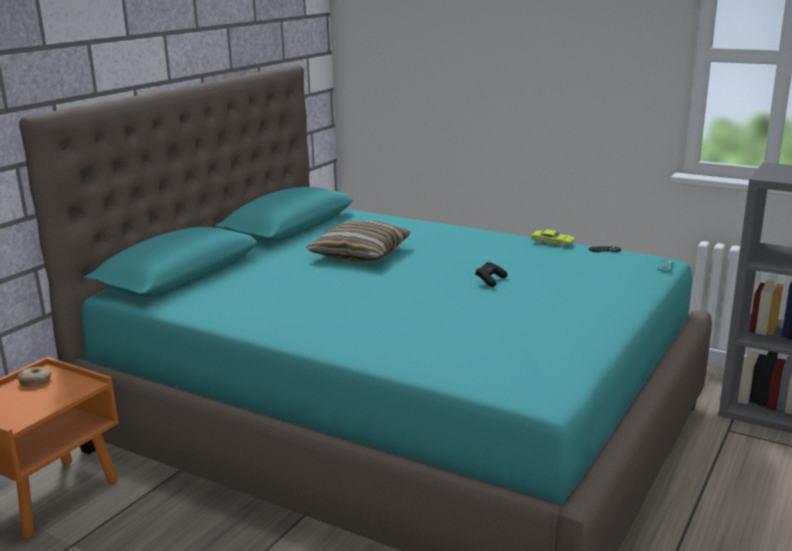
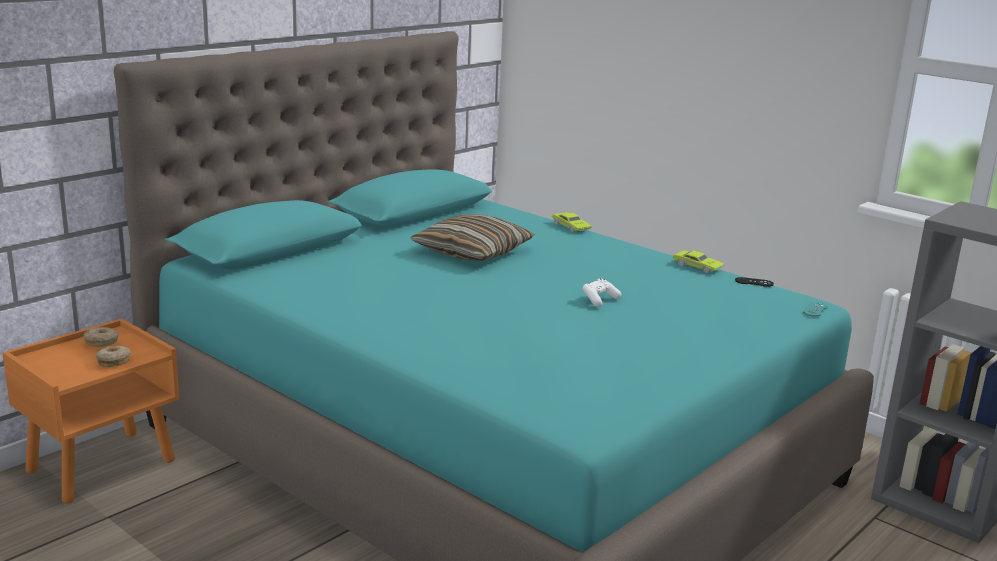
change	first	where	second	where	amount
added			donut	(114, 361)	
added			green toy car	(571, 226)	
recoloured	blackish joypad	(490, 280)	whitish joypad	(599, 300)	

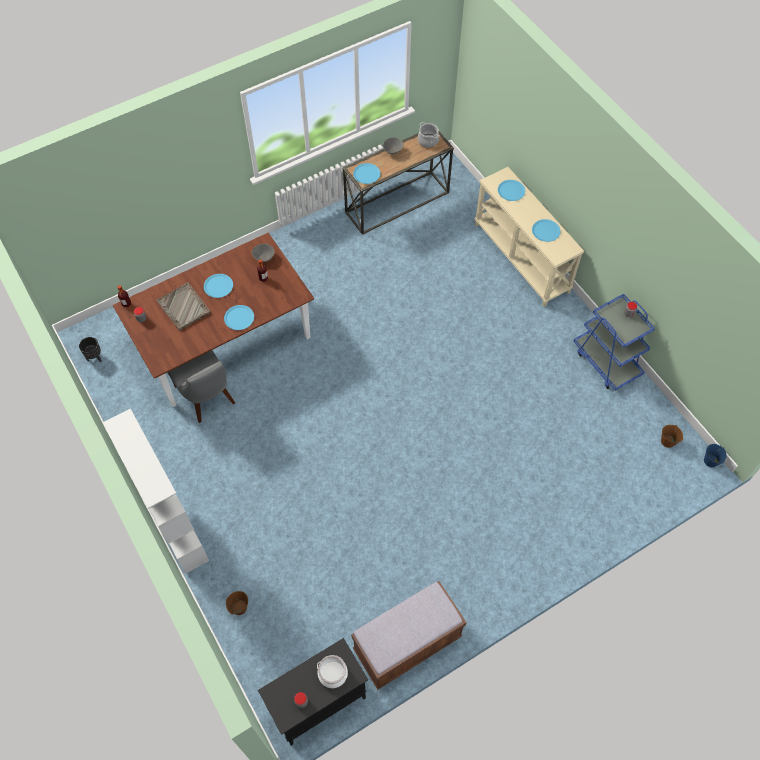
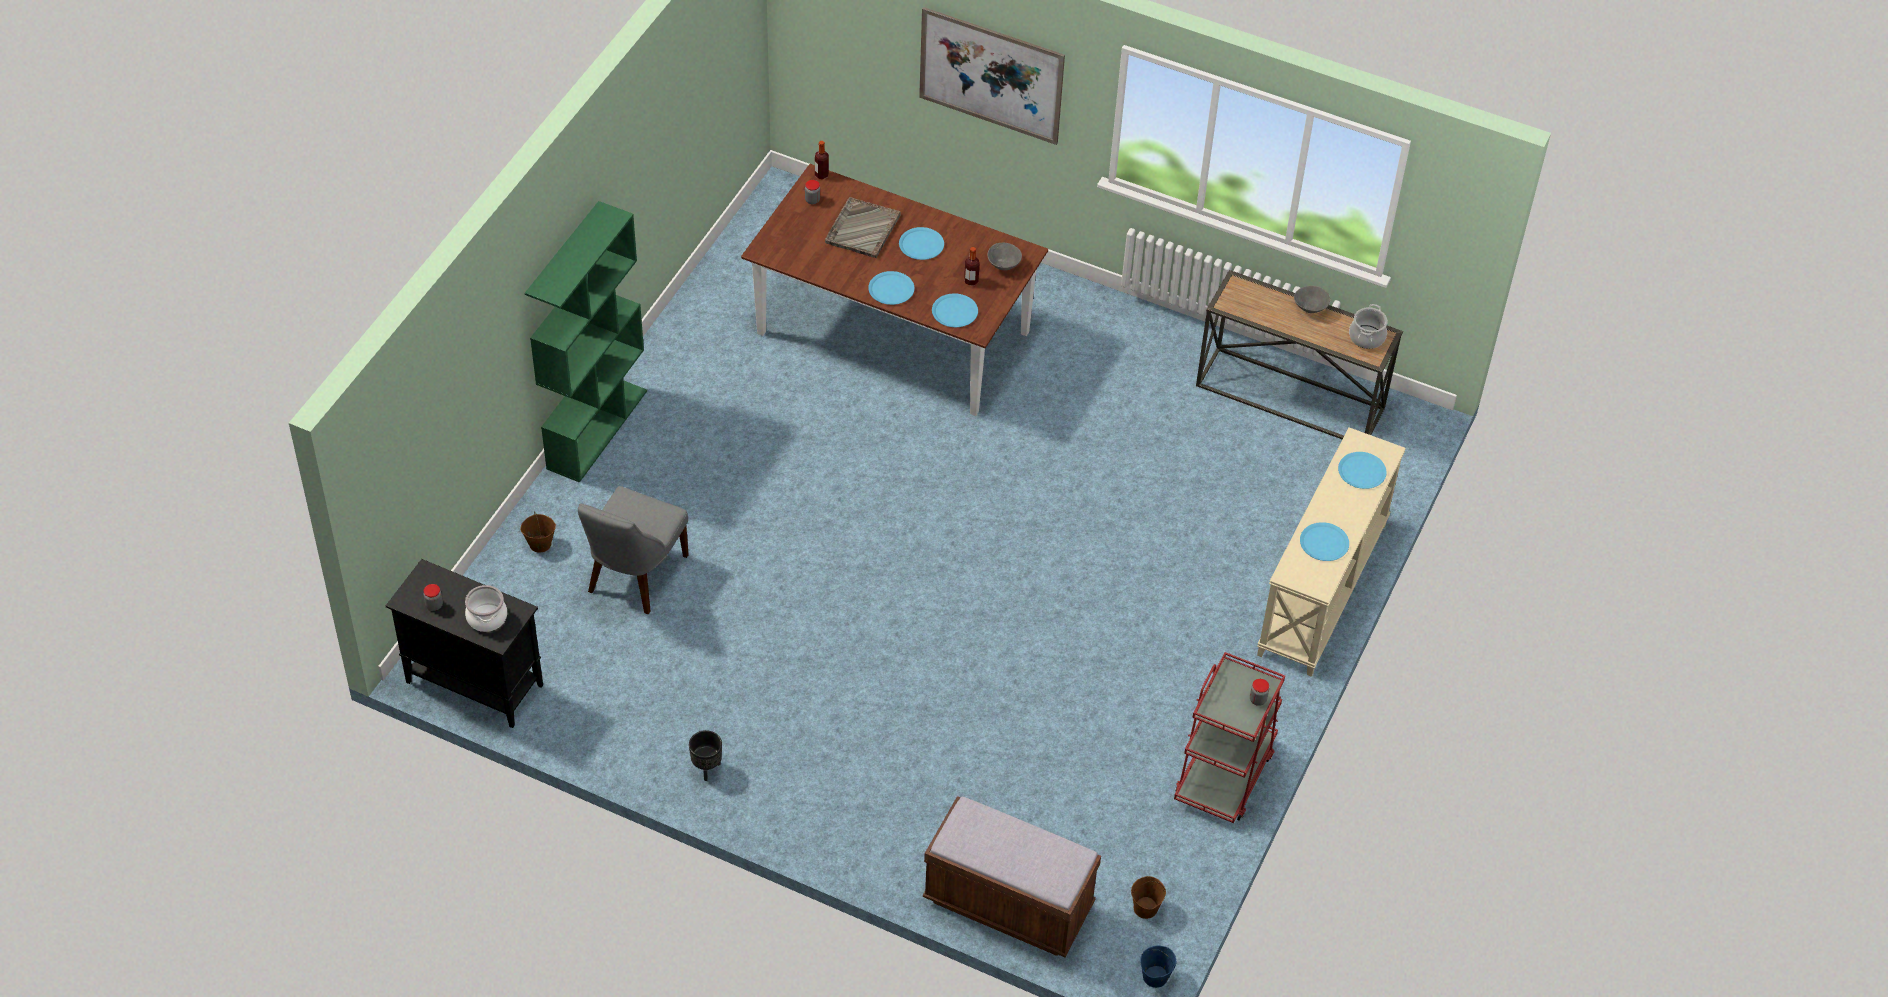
change	first	where	second	where	amount
recoloured	whitish bookshelf	(176, 529)	green bookshelf	(597, 429)	
moved	grey plain chair	(206, 397)		(634, 577)	
moved	blackish plant pot	(95, 357)		(706, 769)	
added			picture	(991, 75)	
moved	brown long seat	(407, 643)		(1008, 904)	
moved	blue plate	(366, 174)		(954, 311)	
recoloured	blue cart	(606, 361)	red-coloured cart	(1224, 774)	

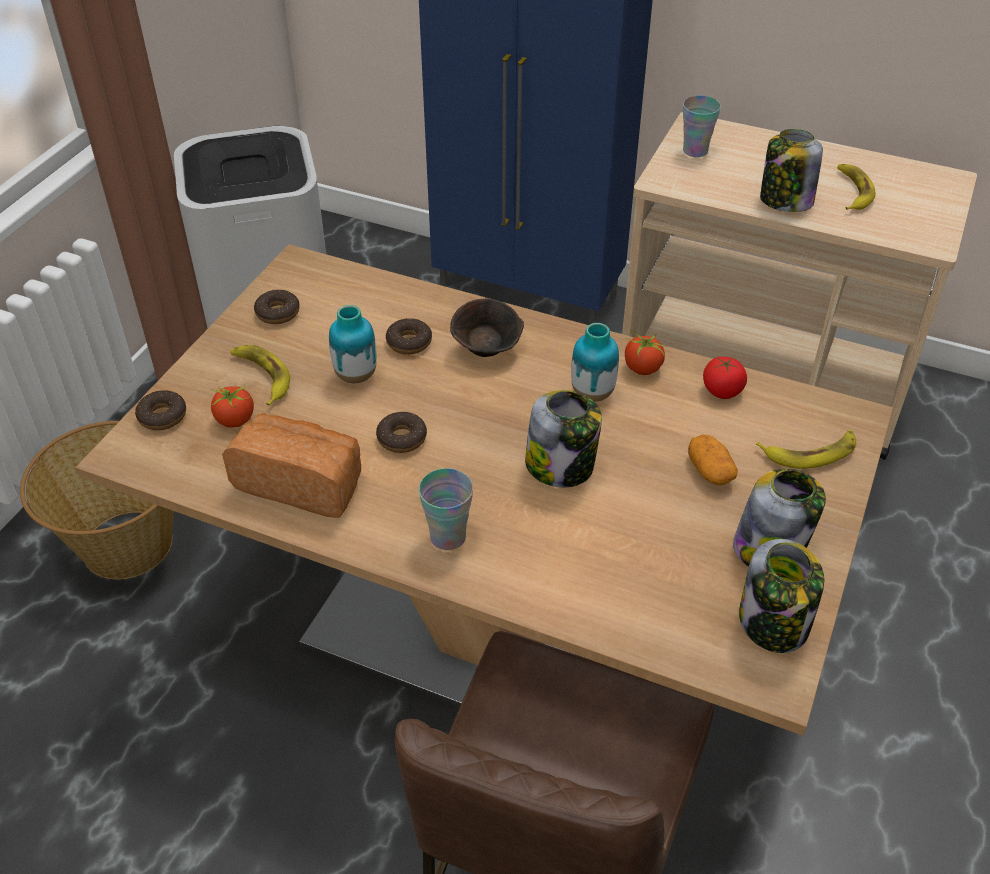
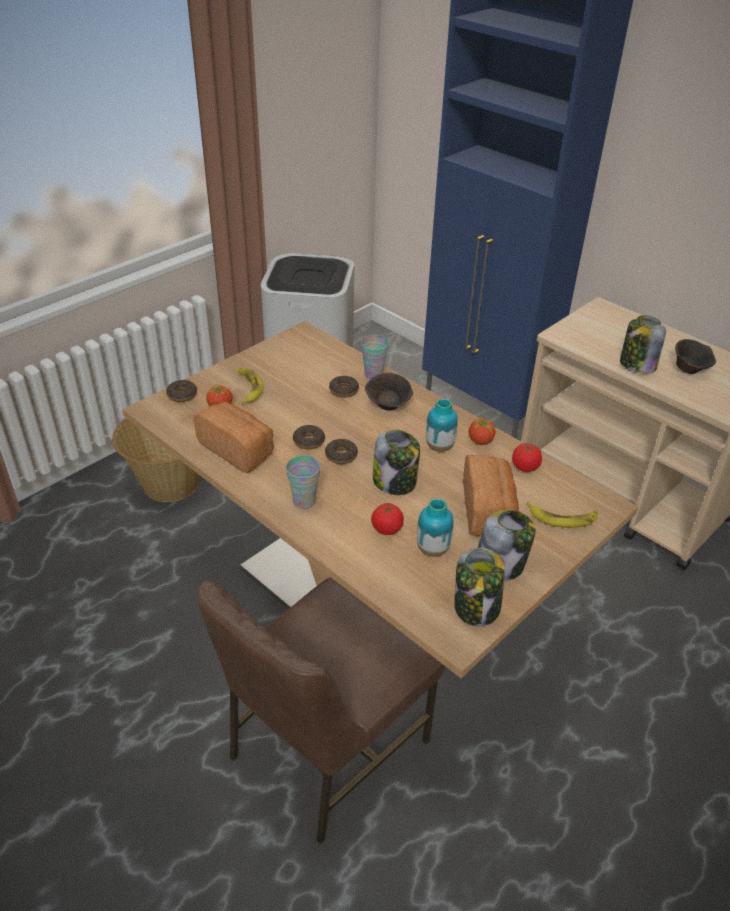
change	first	where	second	where	amount
moved	donut	(277, 313)		(341, 455)	
moved	drinking cup	(695, 151)		(373, 374)	
added			fresh tomato	(387, 528)	
moved	vase	(356, 375)		(432, 549)	
replaced	whole potato	(710, 471)	bread	(488, 510)	
replaced	whole banana	(852, 191)	brown deep dish	(689, 369)	

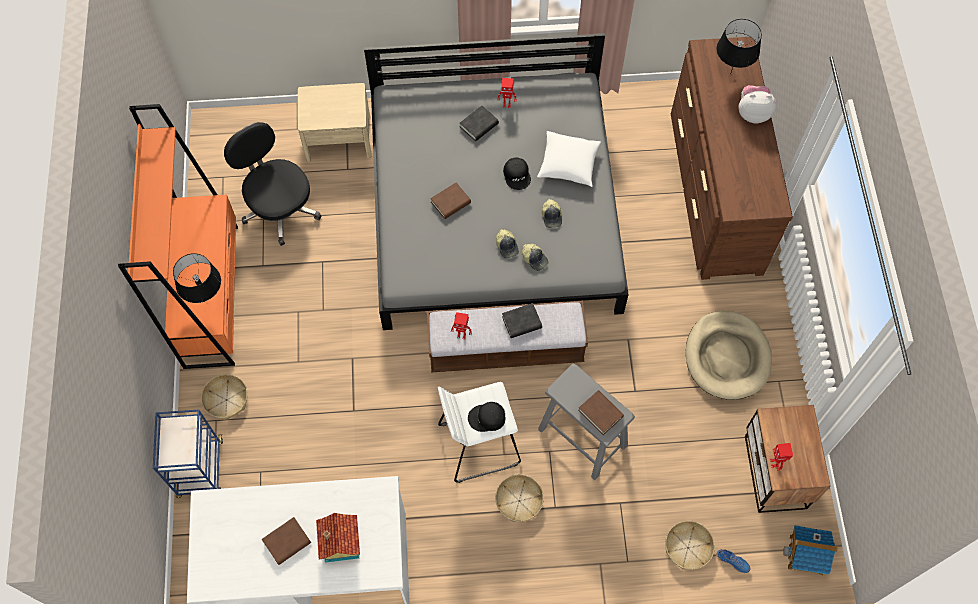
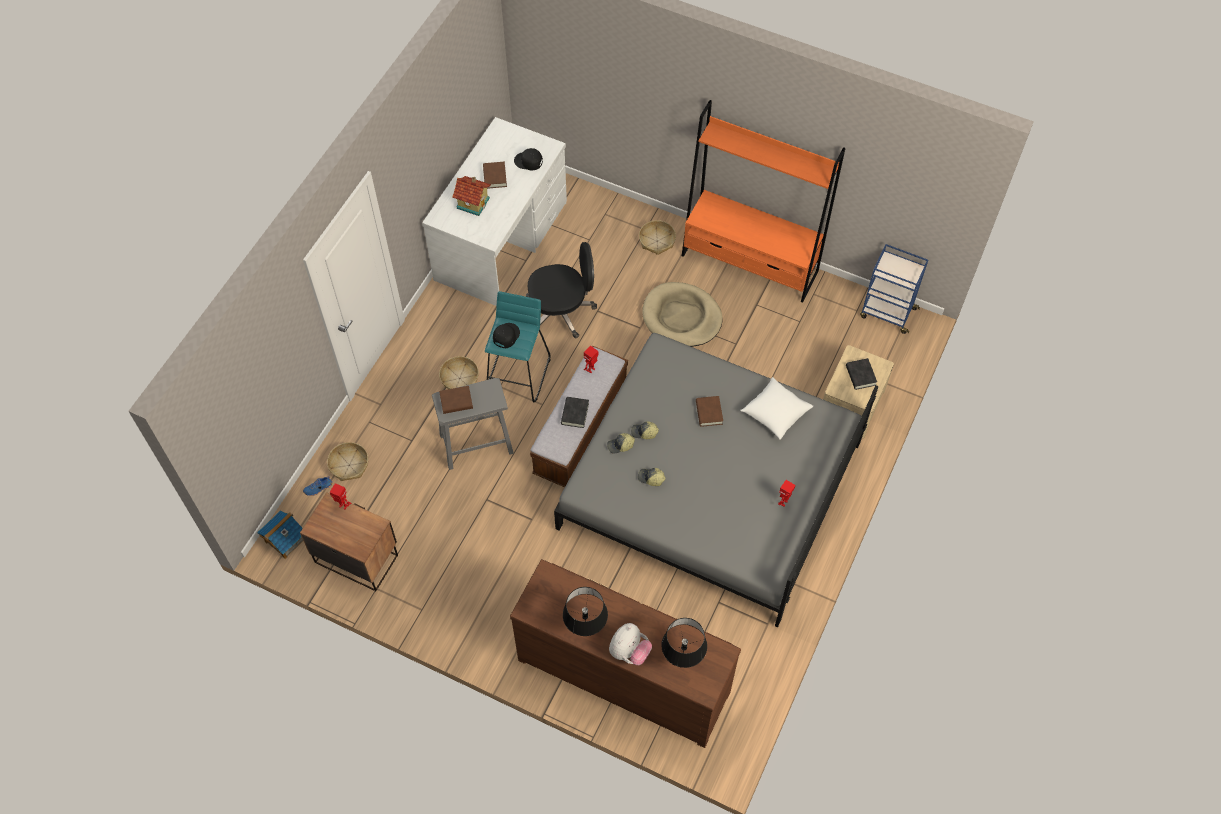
change	first	where	second	where	amount
recoloured	whitish stool seat	(478, 444)	turquoise stool seat	(518, 374)	
moved	blackish cap	(517, 175)		(528, 161)	
moved	blackish desk chair	(280, 208)		(561, 311)	
moved	blackish tabletop lamp	(207, 300)		(585, 629)	
moved	sand-coloured dog bed	(727, 357)		(681, 317)	
moved	whitish pillow	(568, 165)		(775, 413)	
moved	blackish volume	(479, 125)		(860, 375)	
moved	blue cart	(201, 469)		(887, 312)	

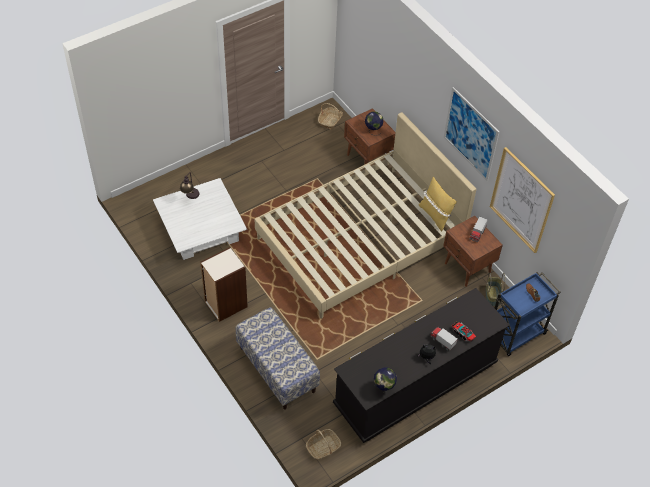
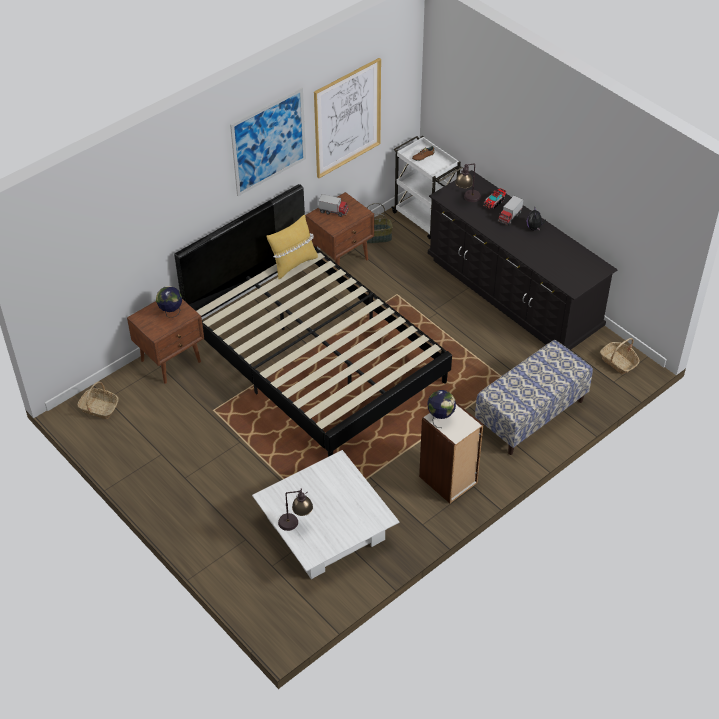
change	first	where	second	where	amount
recoloured	sand-coloured bed	(360, 240)	blackish bed	(315, 356)	
recoloured	blue cart	(515, 335)	whitish cart	(425, 219)	
moved	desk globe	(384, 387)		(440, 418)	
added			tabletop lamp	(467, 199)	

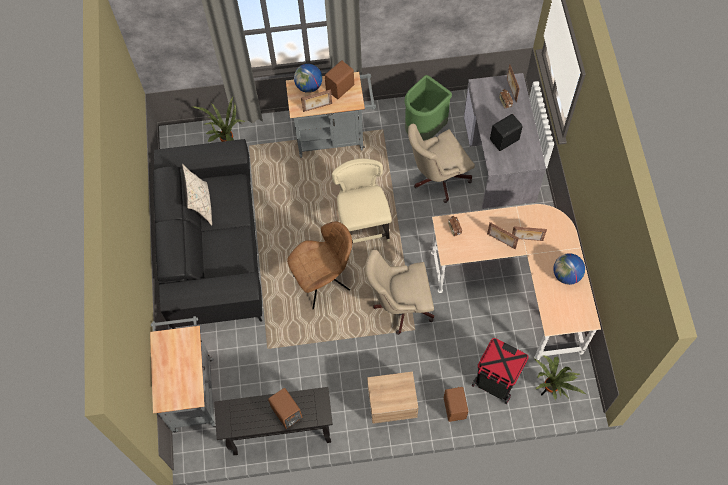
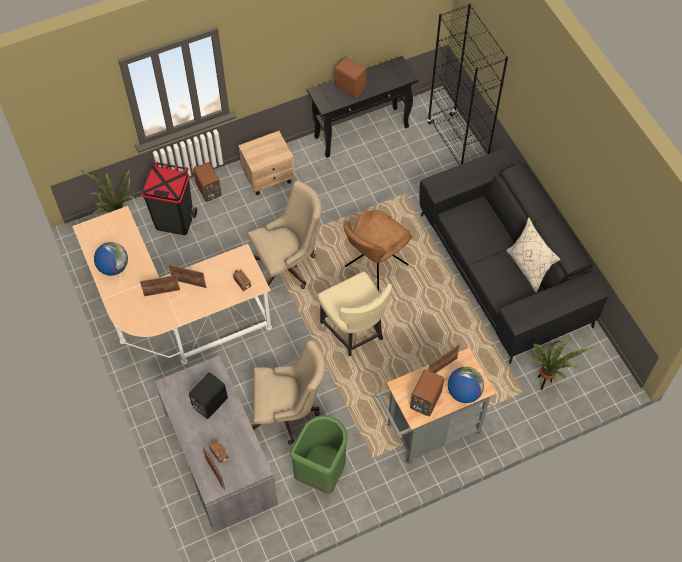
change	first	where	second	where	amount
turned	sand-coloured desk chair	(437, 178)		(288, 413)	45 degrees clockwise
replaced	grey cart	(192, 389)	blackish bookshelf	(457, 144)	

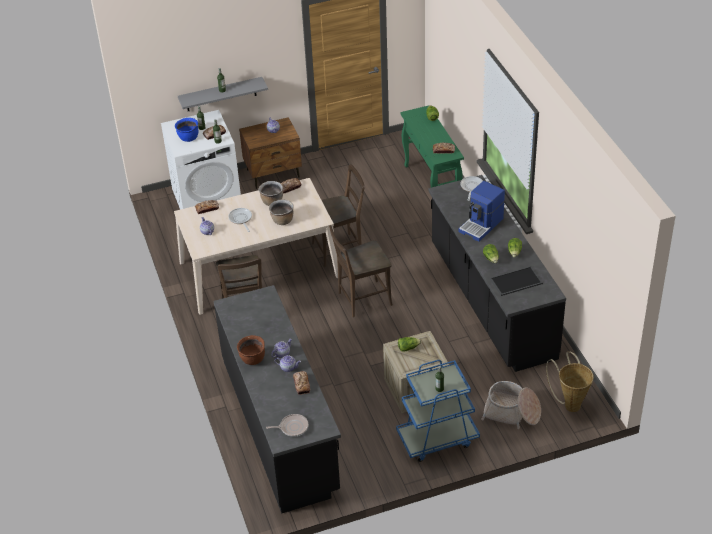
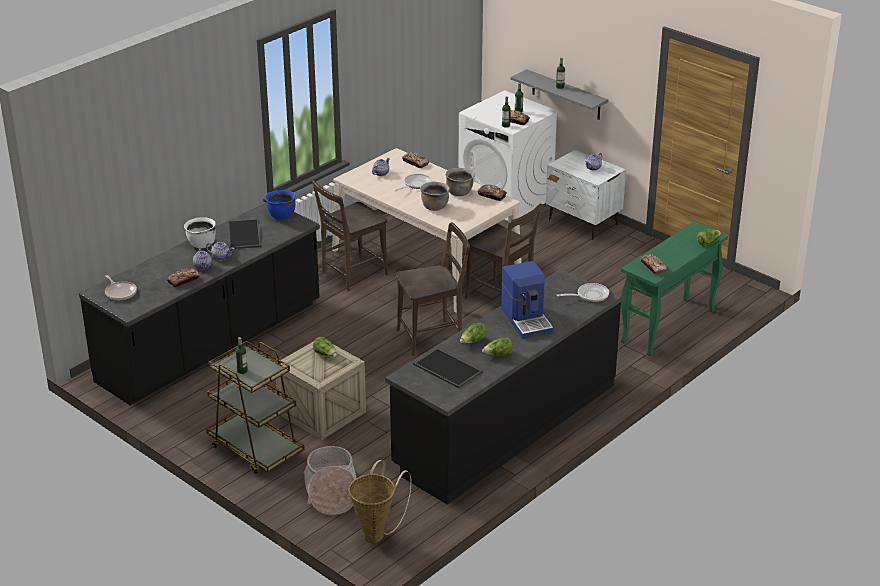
change	first	where	second	where	amount
recoloured	brown stockpot	(252, 359)	whitish stockpot	(201, 244)	
recoloured	blue cart	(437, 438)	brown cart	(255, 449)	
added			tray	(245, 234)	
moved	blue stockpot	(188, 138)		(281, 215)	
turned	brown plain chair	(362, 299)		(433, 337)	120 degrees clockwise
turned	coffee brewer	(482, 225)		(527, 320)	120 degrees counterclockwise
recoloured	brown bedside table	(273, 174)	whitish bedside table	(583, 222)	

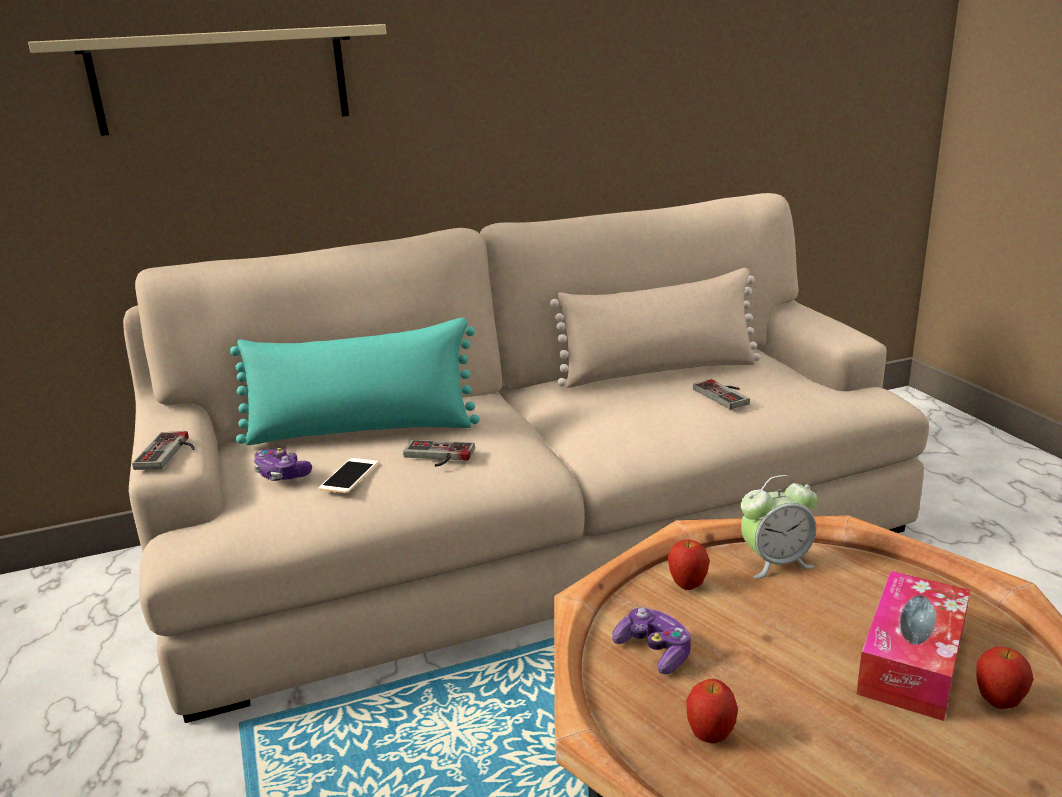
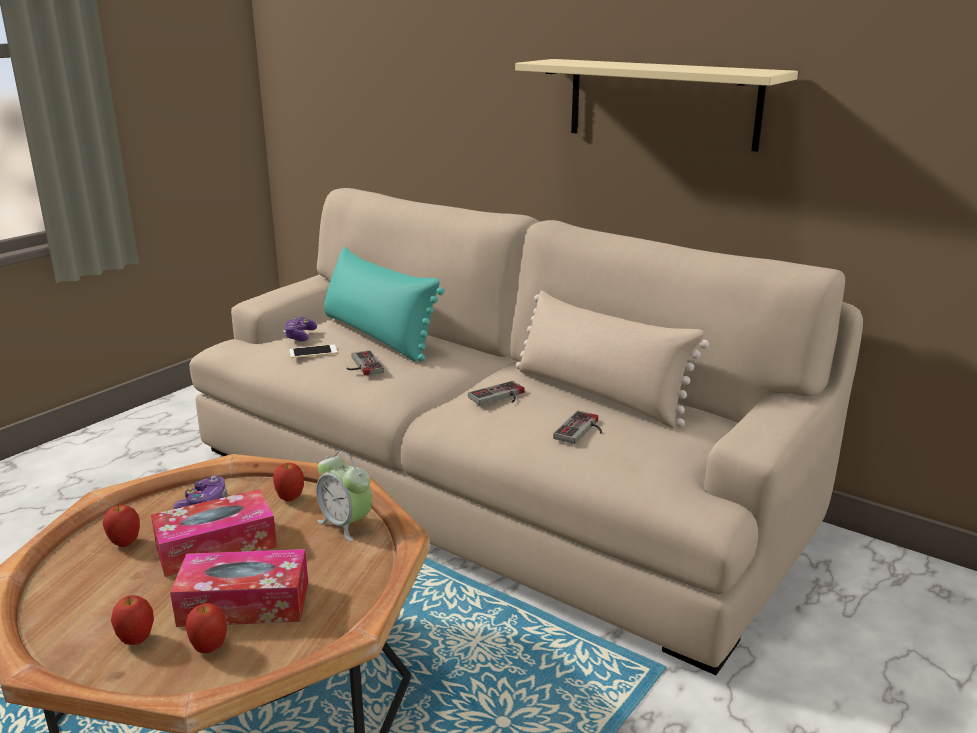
change	first	where	second	where	amount
added			apple	(136, 640)	
added			tissue holder	(216, 546)	
moved	joypad	(170, 452)		(500, 397)	
moved	sand-coloured wall shelf	(222, 79)		(662, 103)	

